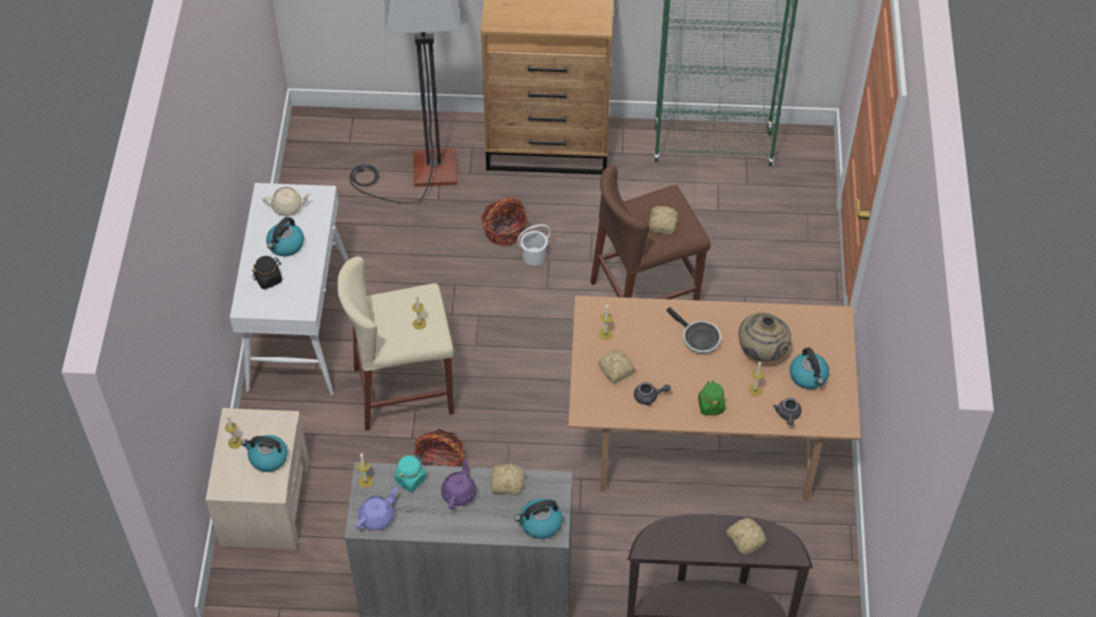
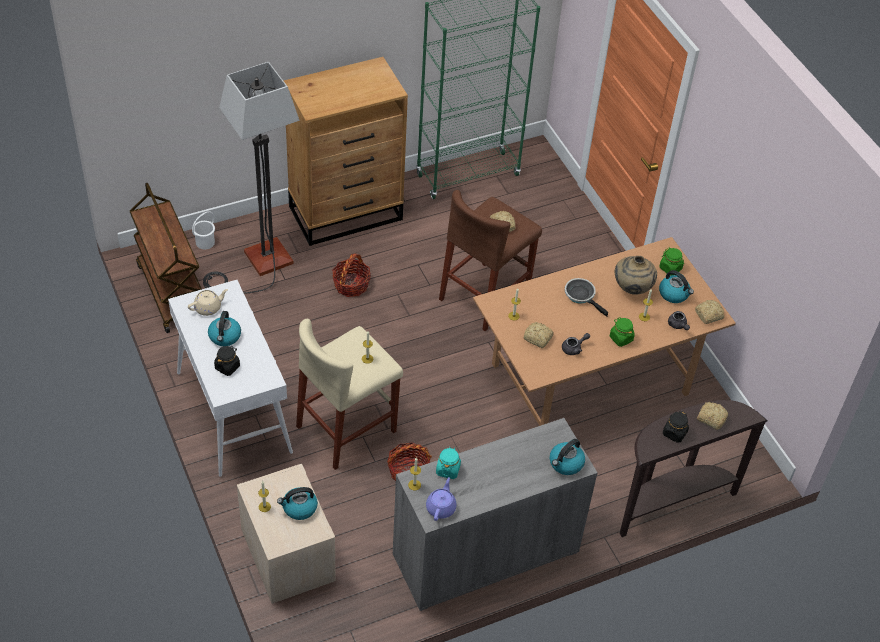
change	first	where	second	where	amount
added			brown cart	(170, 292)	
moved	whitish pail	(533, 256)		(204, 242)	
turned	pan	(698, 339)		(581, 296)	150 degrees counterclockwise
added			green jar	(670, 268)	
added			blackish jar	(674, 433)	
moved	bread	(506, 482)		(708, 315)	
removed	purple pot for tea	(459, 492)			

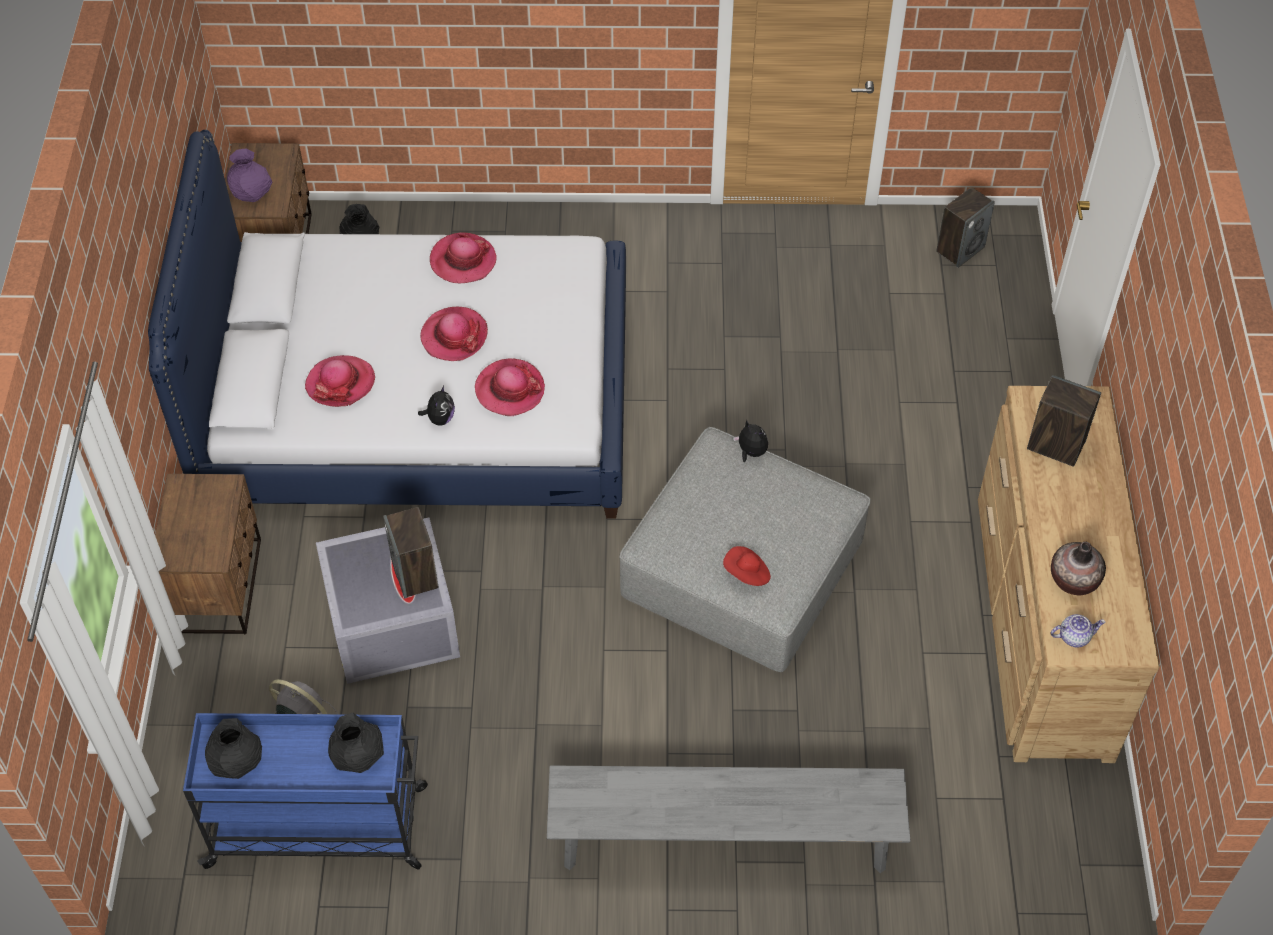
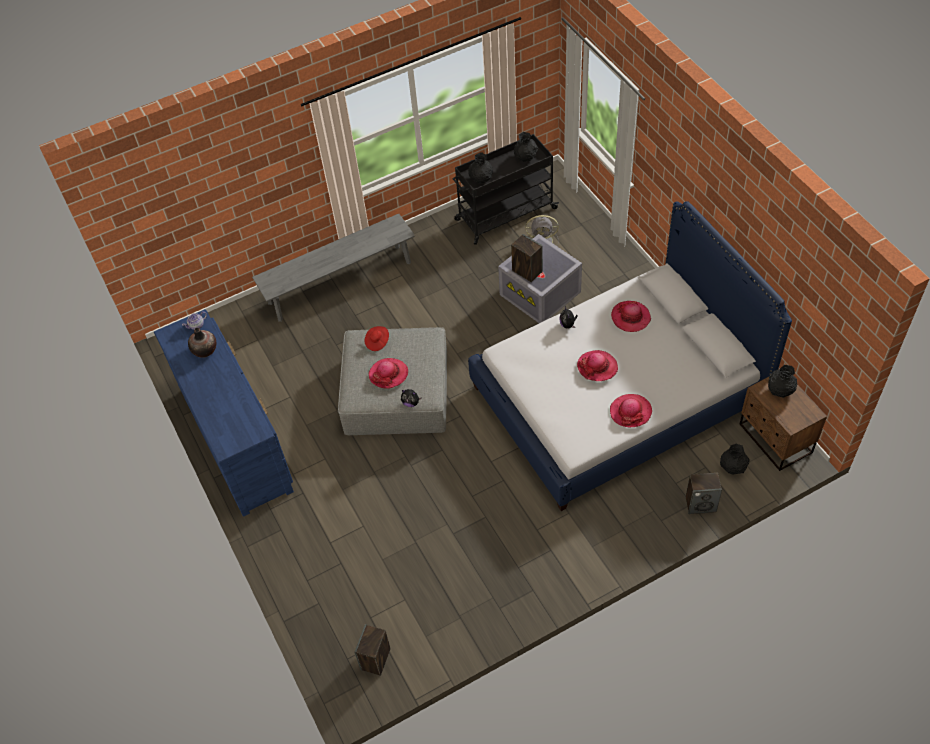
change	first	where	second	where	amount
recoloured	brown drawer chest	(1042, 623)	blue drawer chest	(236, 439)	
moved	wearable hat	(510, 389)		(388, 374)	
recoloured	blue cart	(320, 826)	blackish cart	(504, 214)	
moved	audio speaker	(1055, 445)		(701, 504)	
recoloured	purple vase	(252, 194)	blackish vase	(780, 390)	
removed	brown bedside table	(220, 585)			

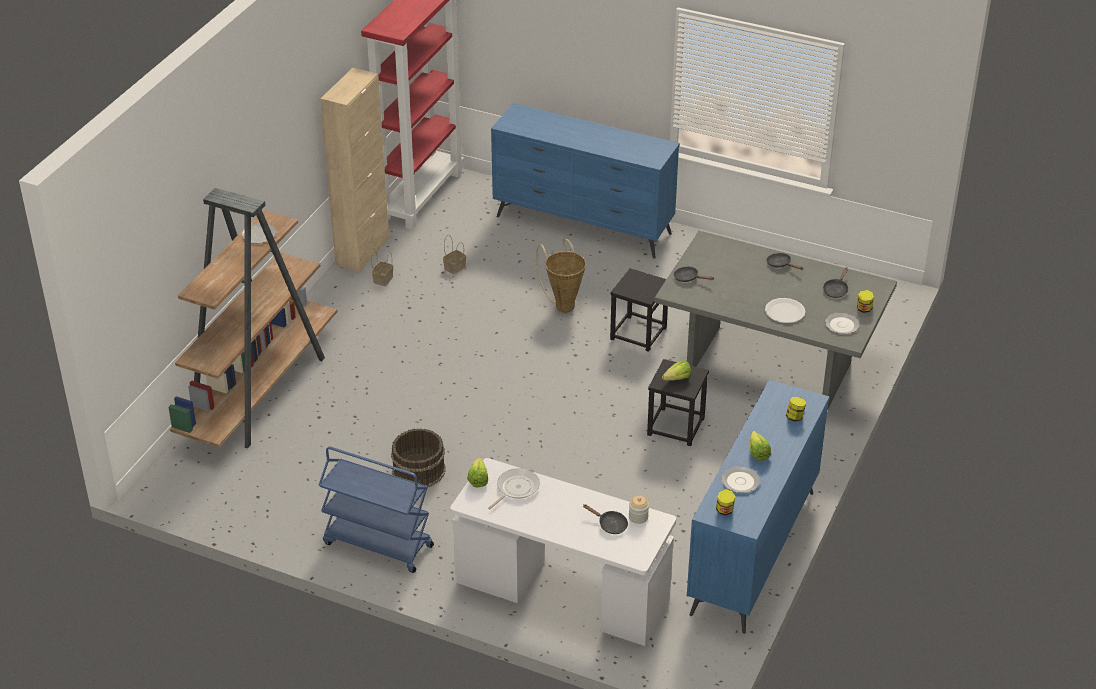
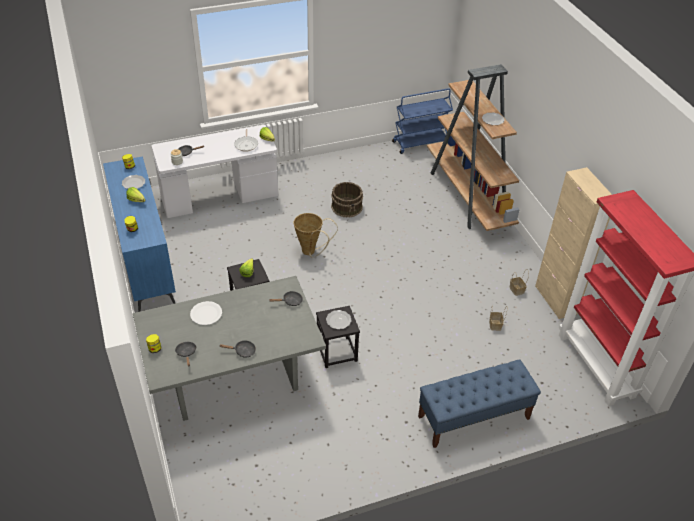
change	first	where	second	where	amount
moved	basket	(563, 304)		(311, 252)	
moved	plate	(841, 324)		(339, 320)	
moved	blue cart	(377, 545)		(420, 143)	
replaced	blue drawer chest	(583, 225)	blue long seat	(473, 417)	

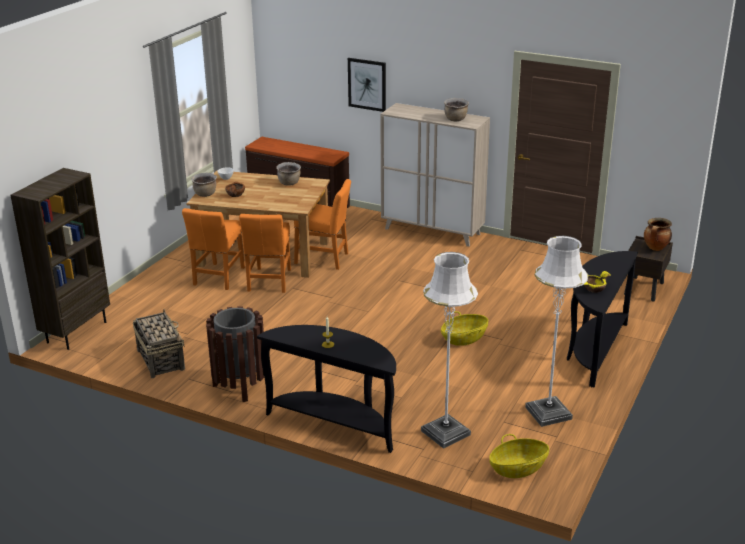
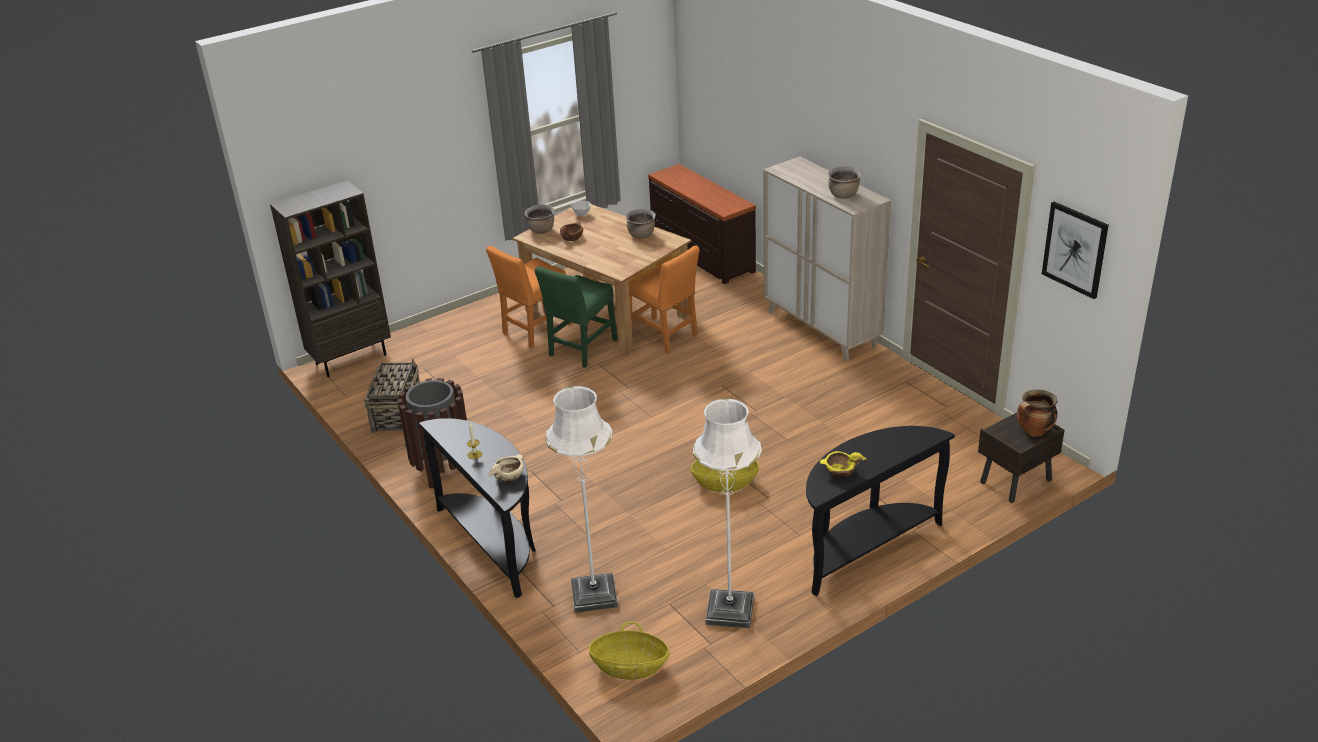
change	first	where	second	where	amount
added			sand-coloured deep dish	(509, 475)	
recoloured	orange plain chair	(269, 282)	green plain chair	(581, 350)	
moved	picture	(367, 84)		(1075, 249)	

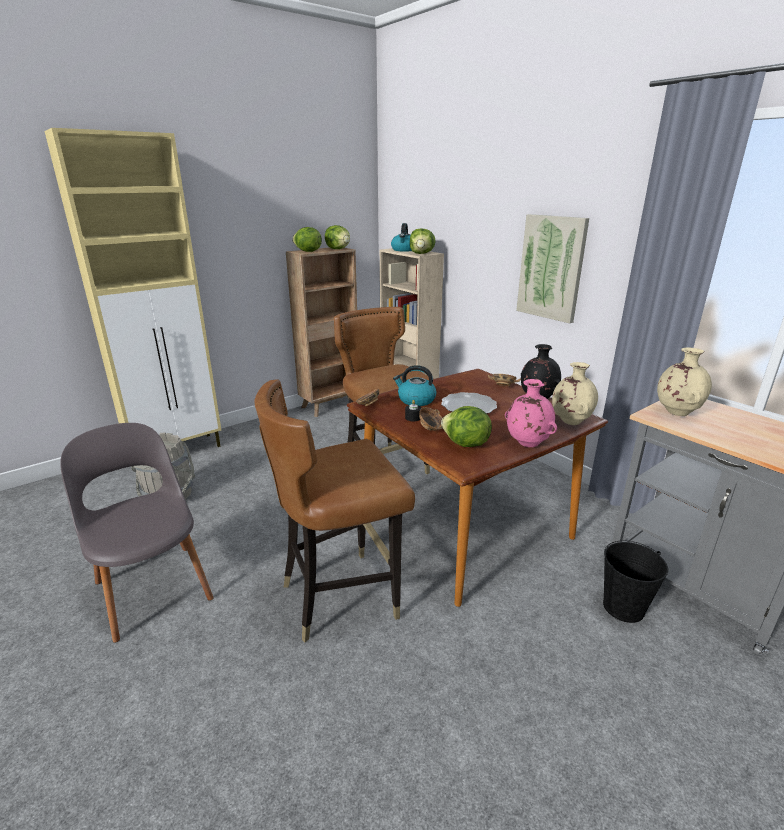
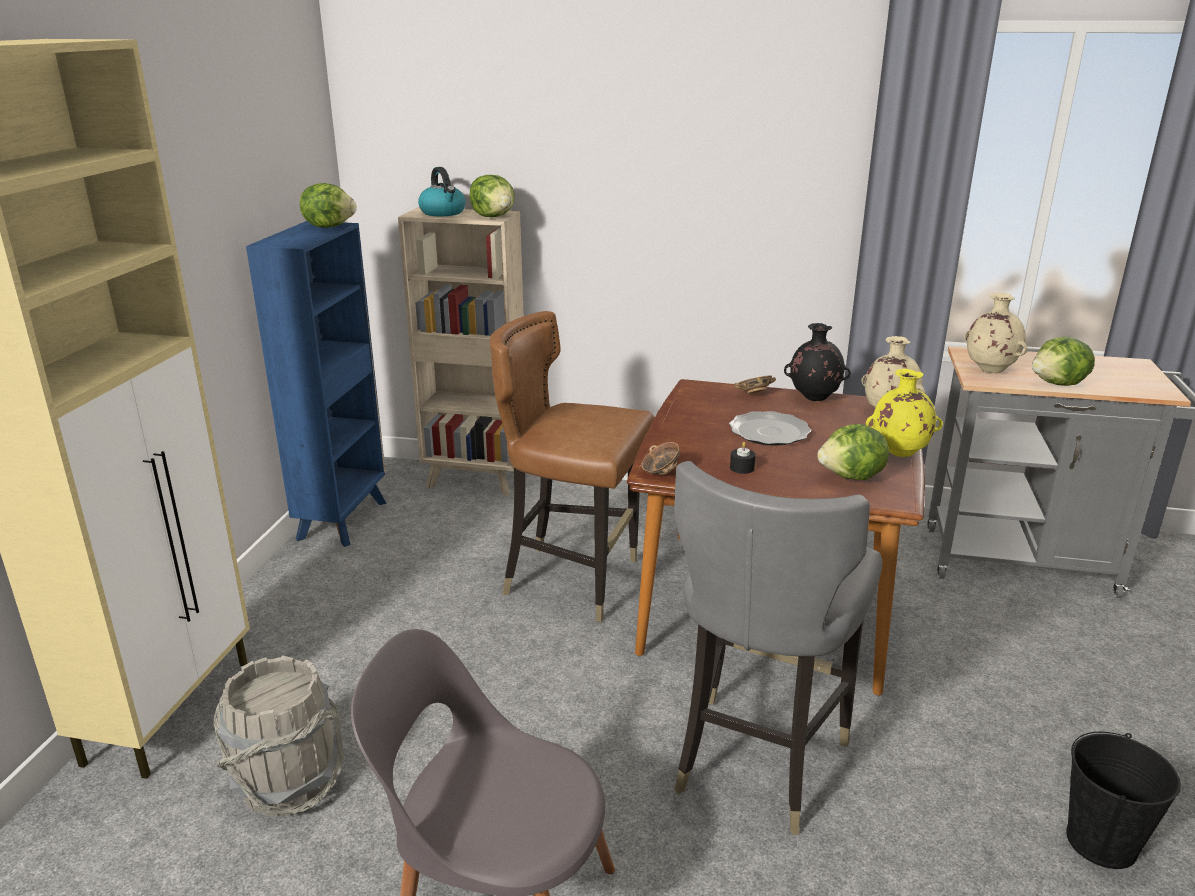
change	first	where	second	where	amount
recoloured	brown bookshelf	(330, 406)	blue bookshelf	(344, 519)	
recoloured	brown plain chair	(341, 596)	grey plain chair	(757, 760)	
recoloured	pinkish vase	(527, 443)	yellow vase	(899, 453)	
moved	lettuce	(307, 251)		(1058, 384)	
moved	blackish pail	(623, 607)		(1102, 842)	
removed	kettle	(416, 400)			
removed	deep dish	(431, 429)			
removed	picture	(551, 268)			

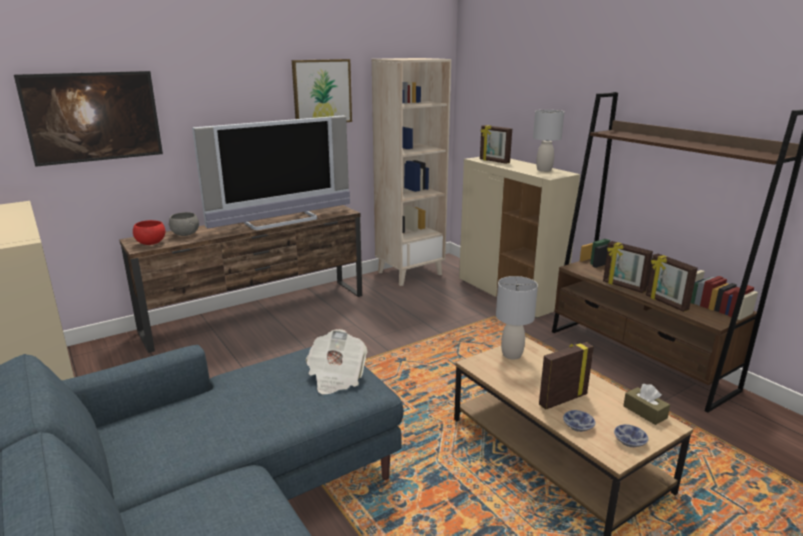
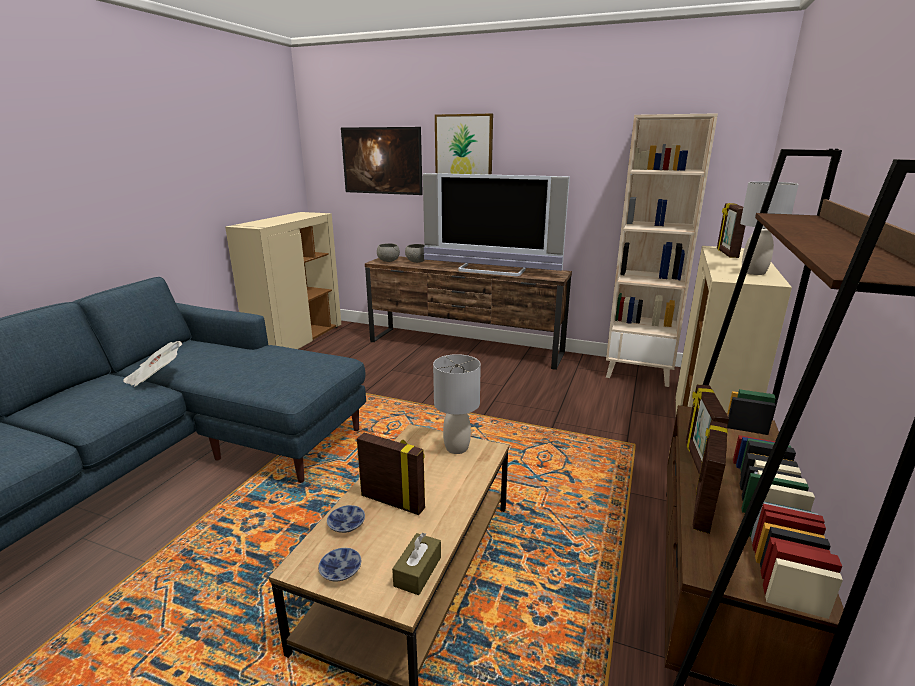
change	first	where	second	where	amount
moved	daily paper	(336, 377)		(155, 377)	
recoloured	red-coloured deep dish	(151, 243)	grey deep dish	(389, 261)	
moved	picture	(322, 92)		(463, 146)	

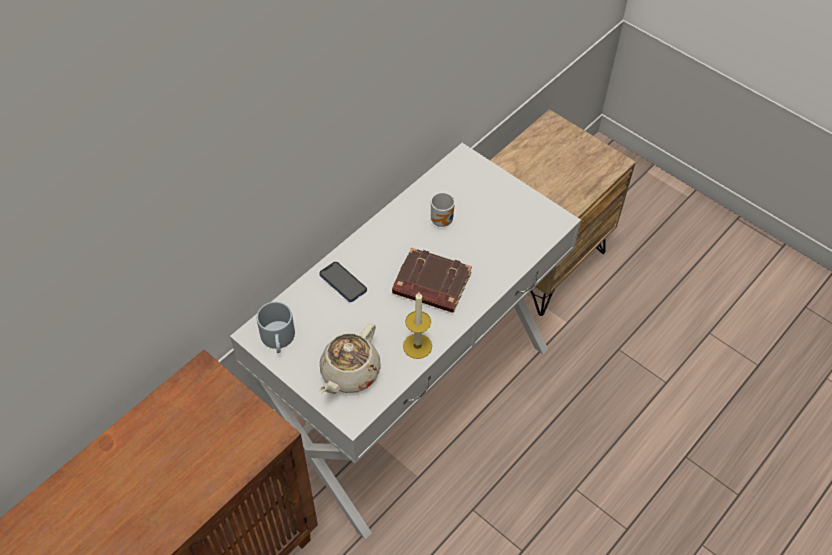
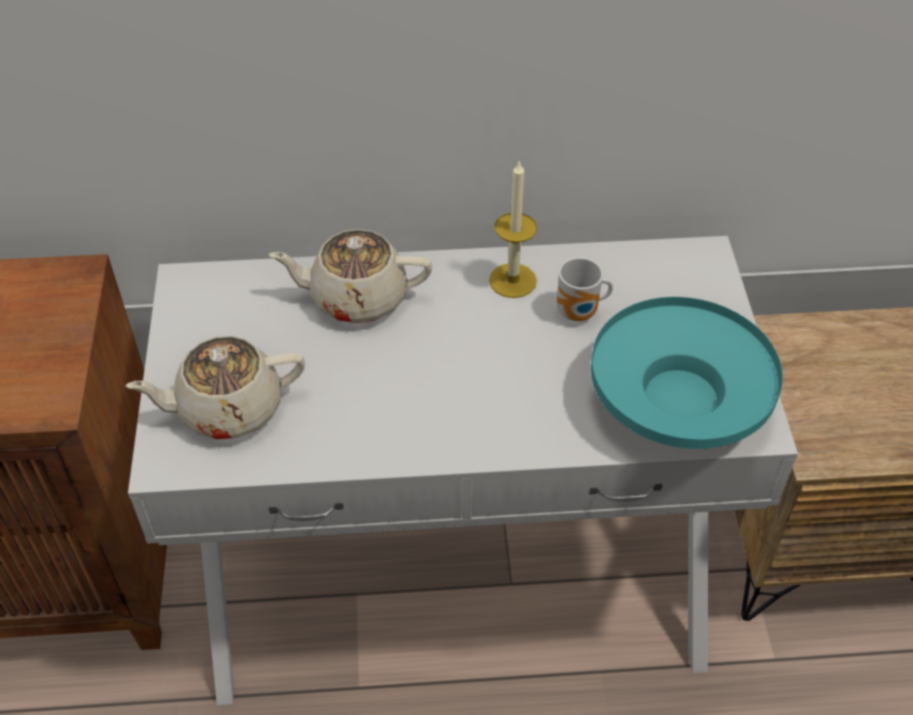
change	first	where	second	where	amount
replaced	handset	(343, 282)	sand-coloured pot for tea	(356, 297)	
moved	wax light	(417, 346)		(512, 280)	
added			turquoise deep dish	(678, 401)	
removed	grey tea mug	(279, 339)			
removed	brown volume	(430, 285)			

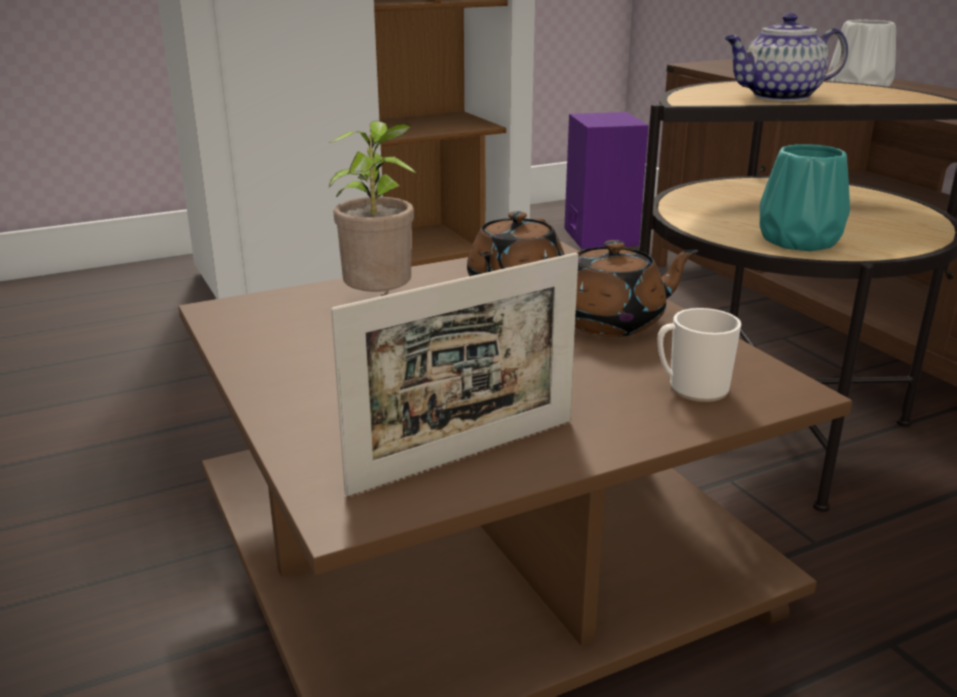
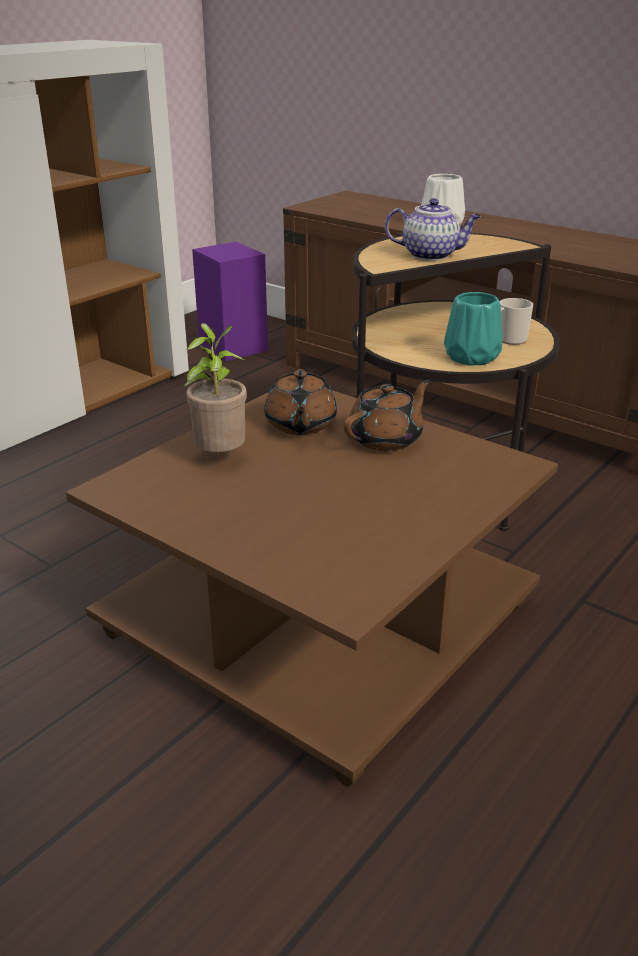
change	first	where	second	where	amount
turned	pot for tea	(779, 97)		(431, 255)	135 degrees counterclockwise
moved	tea mug	(691, 388)		(509, 340)	
removed	photo frame	(465, 455)			

